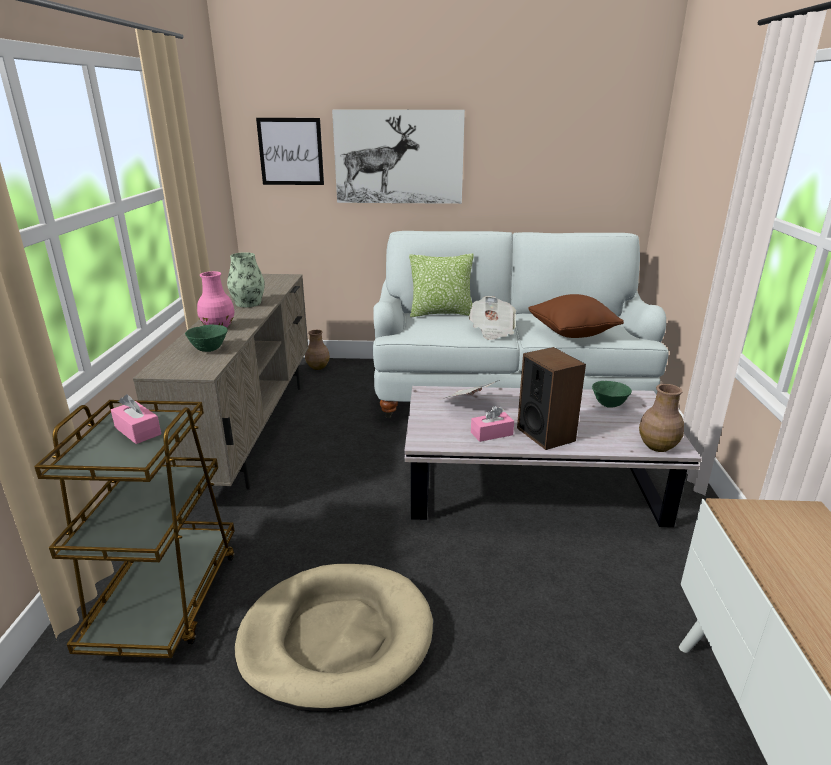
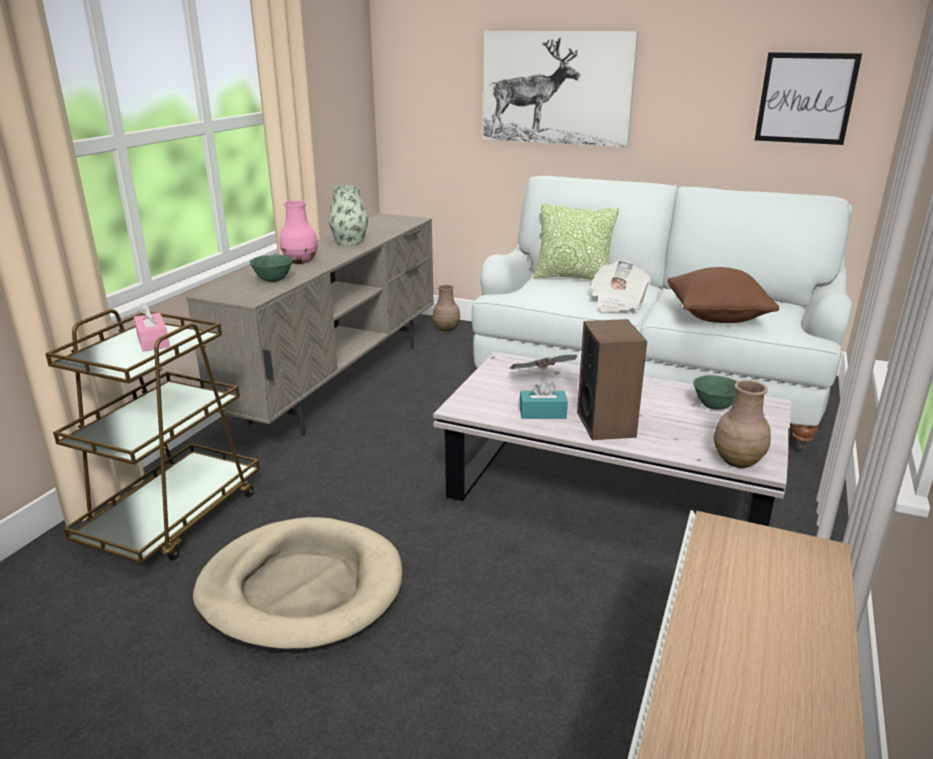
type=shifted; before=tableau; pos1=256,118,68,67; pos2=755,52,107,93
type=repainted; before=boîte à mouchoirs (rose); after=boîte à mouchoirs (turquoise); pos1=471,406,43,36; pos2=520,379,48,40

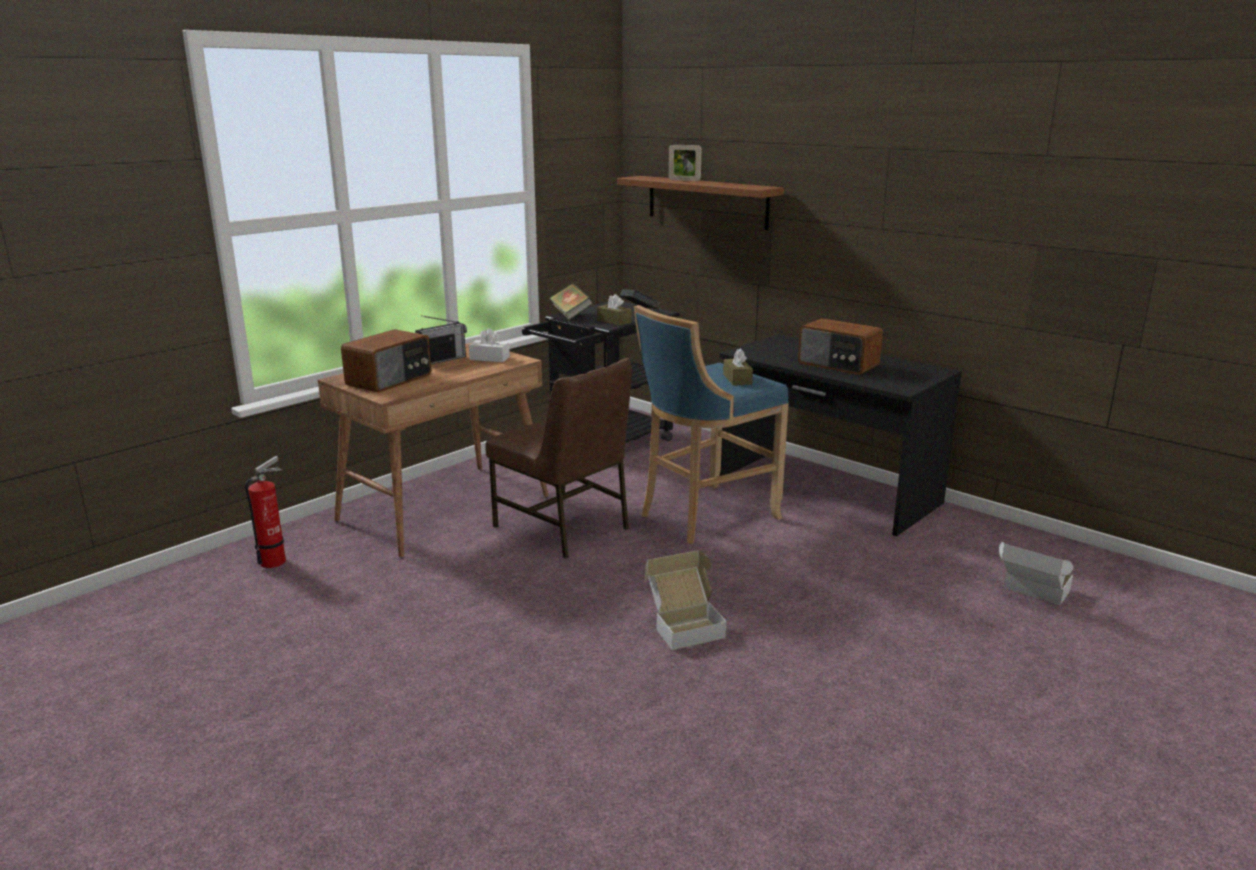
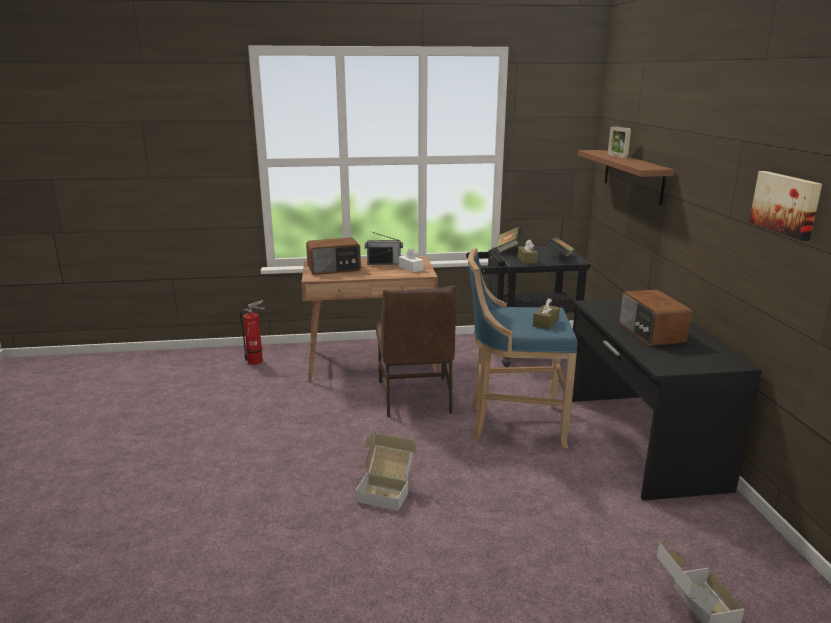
type=new; after=tableau; pos2=749,171,73,70

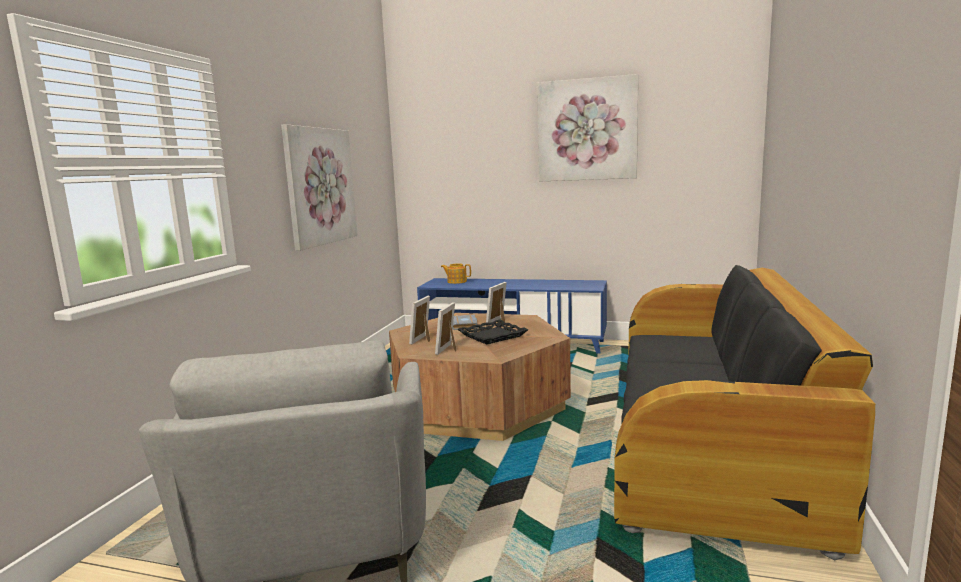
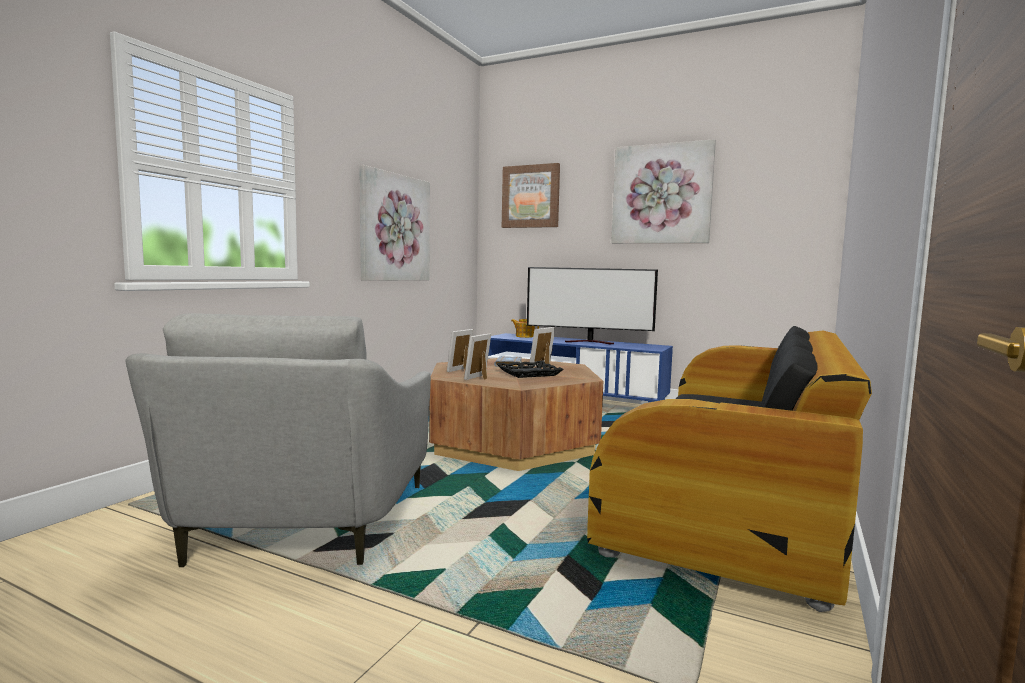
type=new; after=tableau; pos2=502,163,58,65
type=new; after=téléviseur; pos2=527,267,131,77

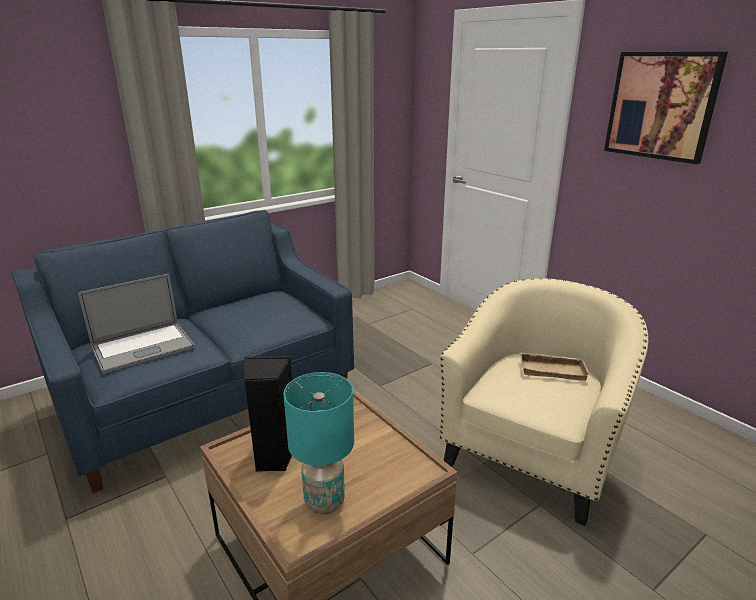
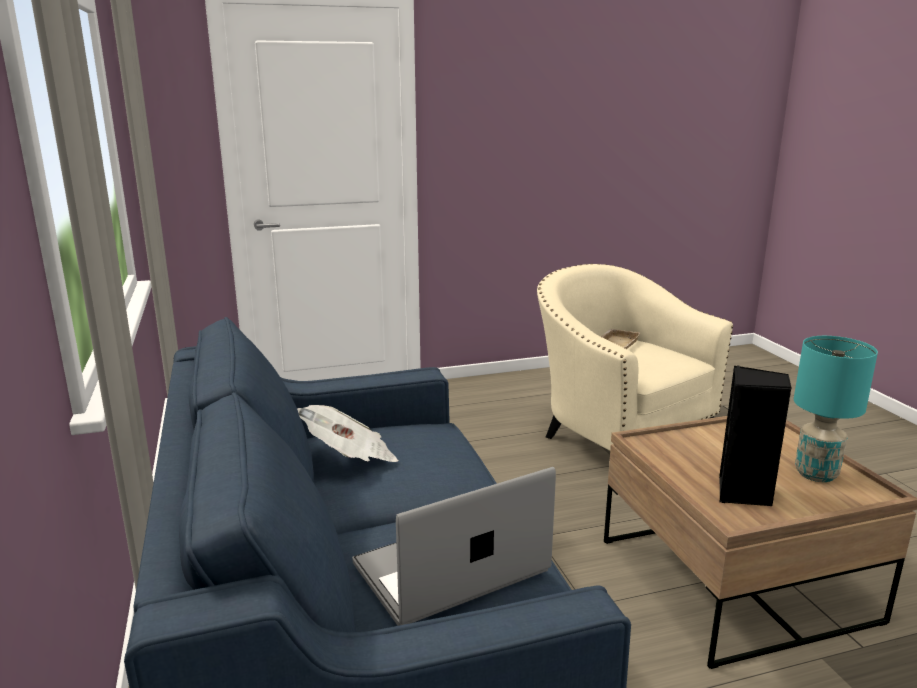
type=gone; before=tableau; pos1=604,52,124,112
type=new; after=journal; pos2=297,405,102,57
type=rotated; before=ordinateur portable; pos1=78,274,117,99; pos2=352,467,204,159; turn=-105

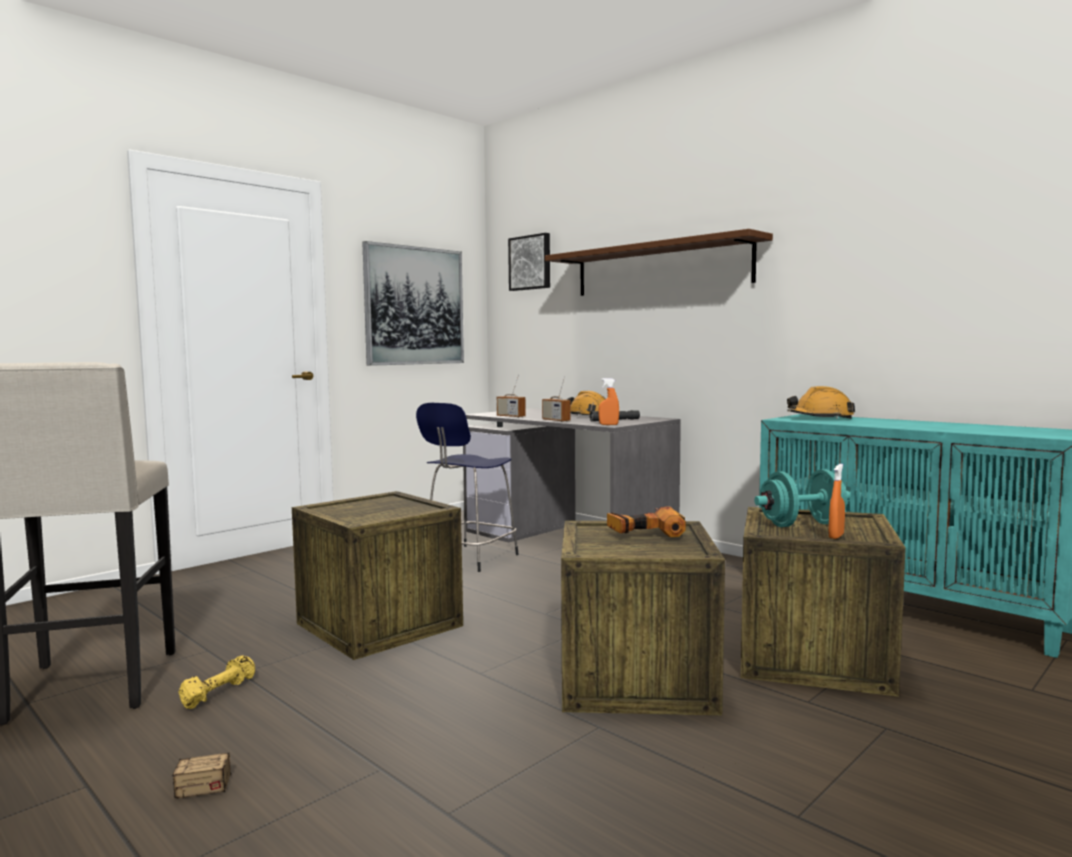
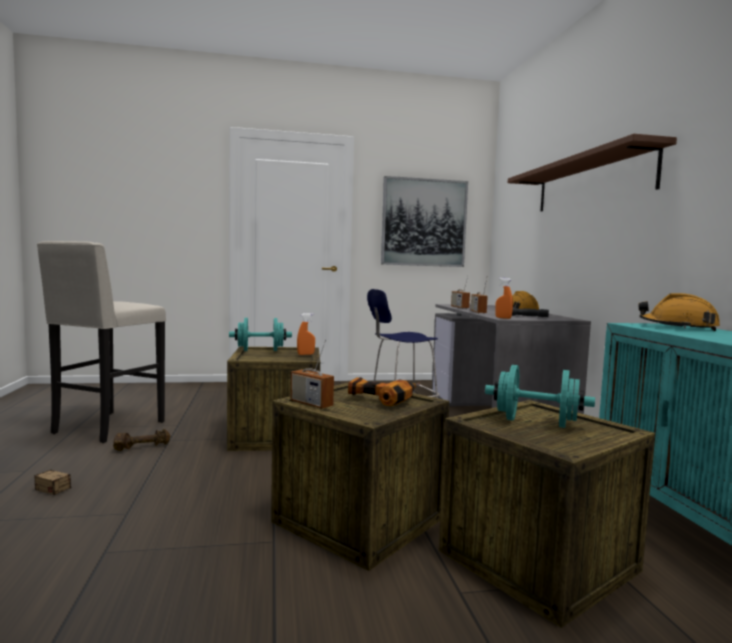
type=gone; before=tableau; pos1=508,233,42,58
type=new; after=haltère (turquoise); pos2=229,318,63,33
type=new; after=radio; pos2=290,339,44,70
type=shifted; before=vaporisateur (orange); pos1=829,464,16,75; pos2=297,313,18,42
type=repainted; before=haltère (jaune); after=haltère (marron); pos1=178,655,77,54; pos2=113,429,57,22

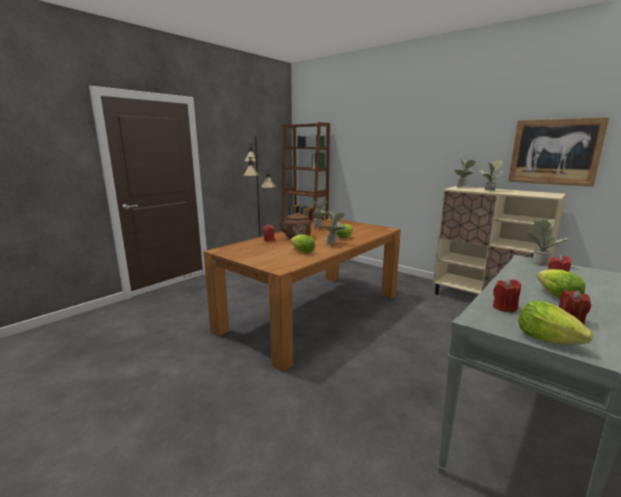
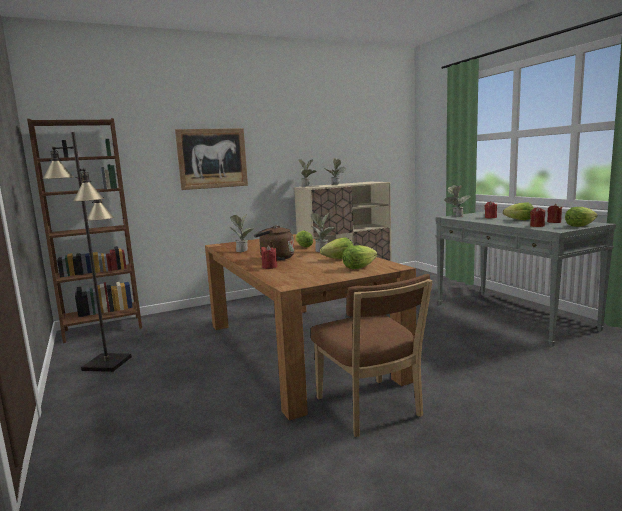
type=new; after=chaise (marron); pos2=311,274,122,163
type=new; after=laitue; pos2=342,245,35,24
type=shifted; before=tableau; pos1=508,117,101,70; pos2=175,128,73,62

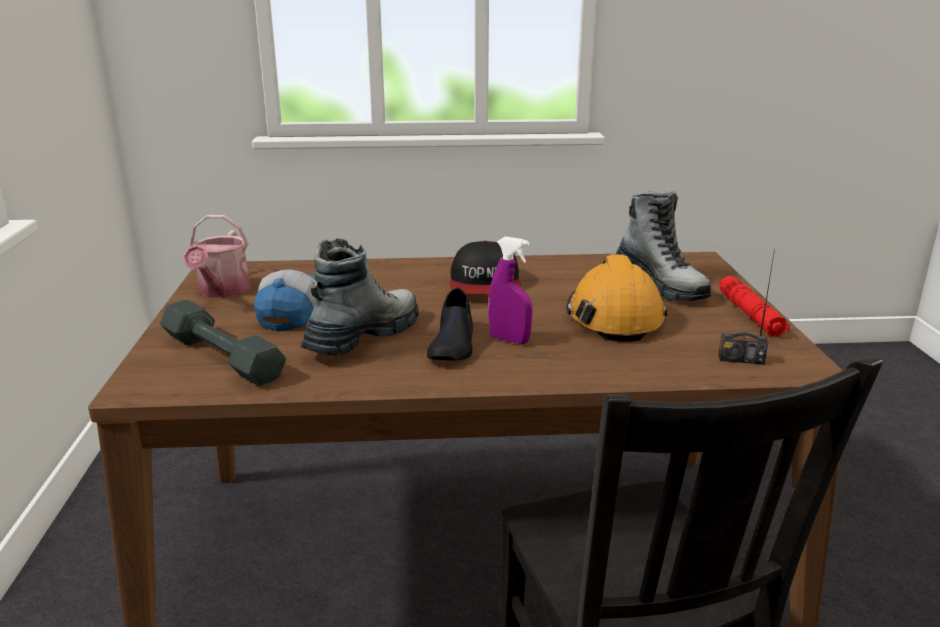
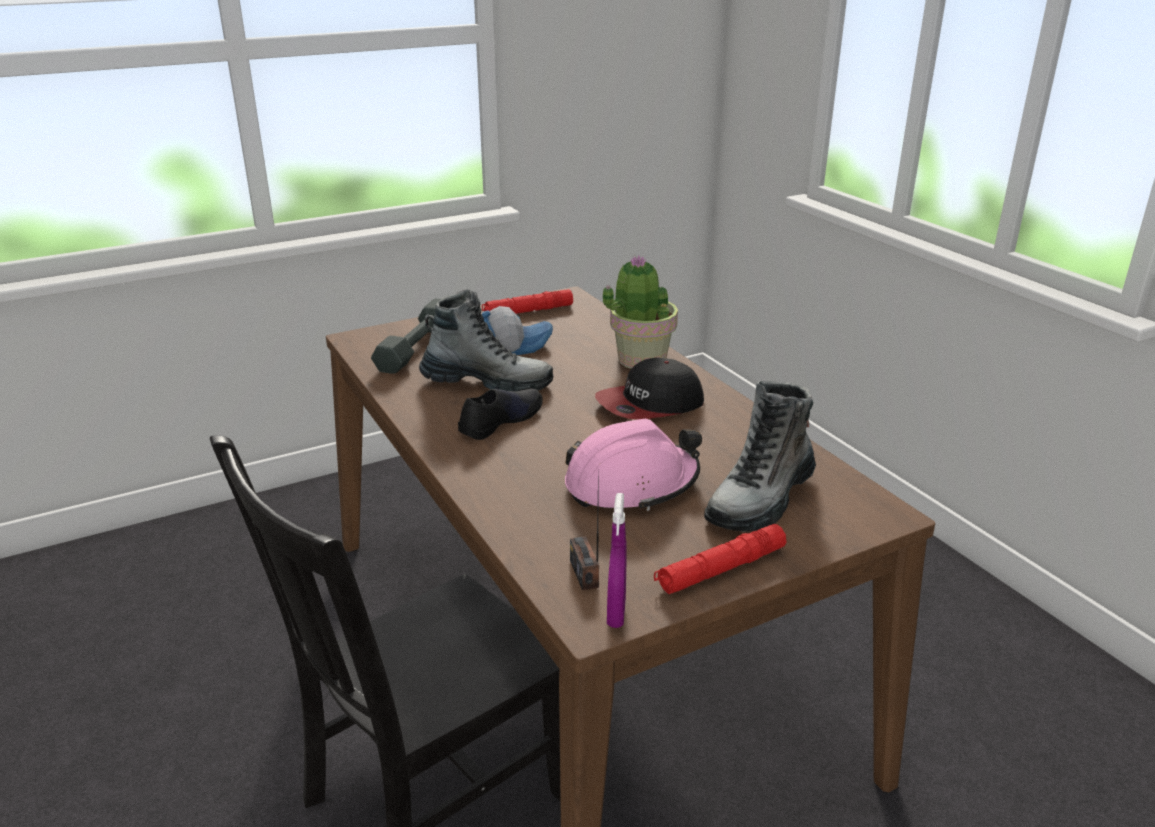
type=new; after=plante en pot; pos2=603,255,75,114
type=shifted; before=vaporisateur (violet); pos1=488,236,45,108; pos2=607,493,20,135
type=swapped; before=arrosoir; after=lampe de poche (rouge); pos1=183,215,68,82; pos2=482,289,91,25
type=repainted; before=casque de chantier (orange); after=casque de chantier (rose); pos1=566,254,101,88; pos2=565,418,137,93
type=rotated; before=chaussure (noir); pos1=427,287,46,73; pos2=458,388,85,52; turn=150

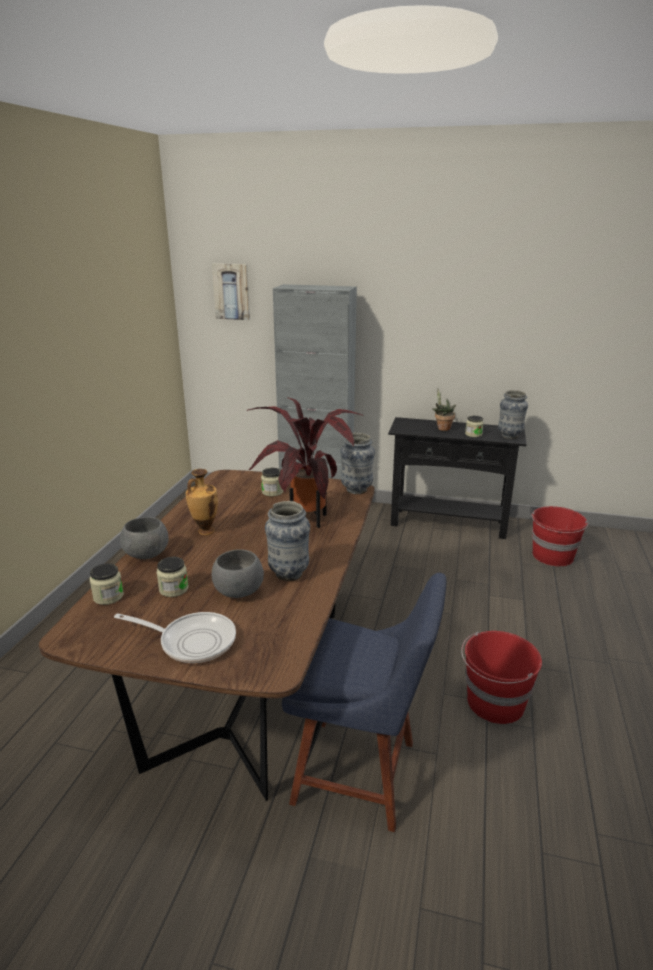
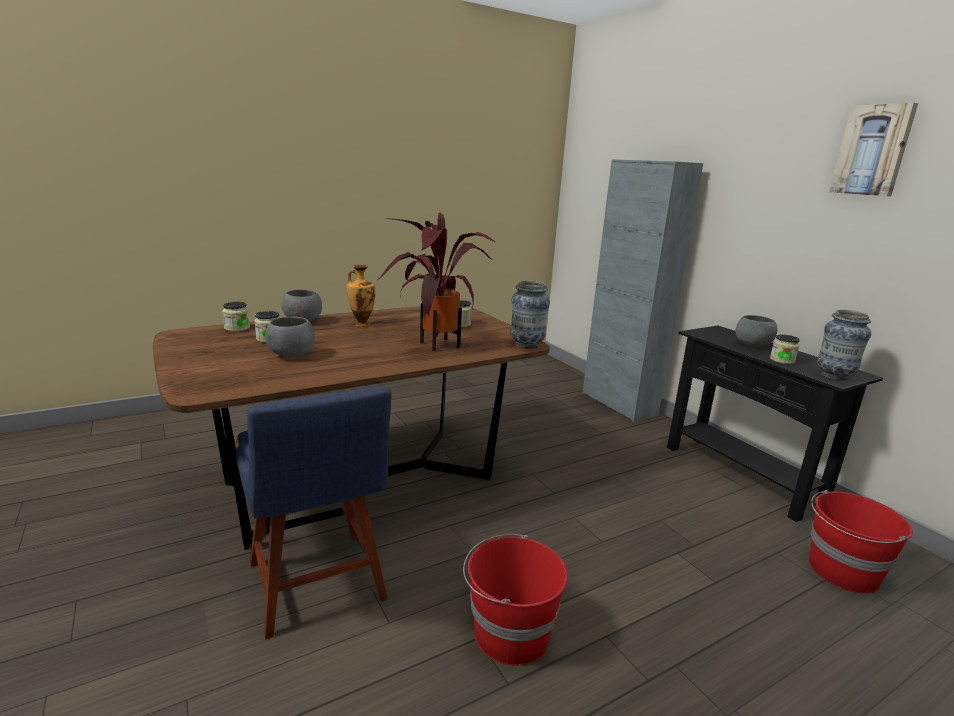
type=gone; before=poêle; pos1=114,612,122,51
type=gone; before=vase; pos1=265,501,45,80
type=shifted; before=tableau; pos1=212,263,38,57; pos2=829,103,89,93
type=swapped; before=plante en pot; after=bol (gris); pos1=432,388,24,43; pos2=735,315,43,32

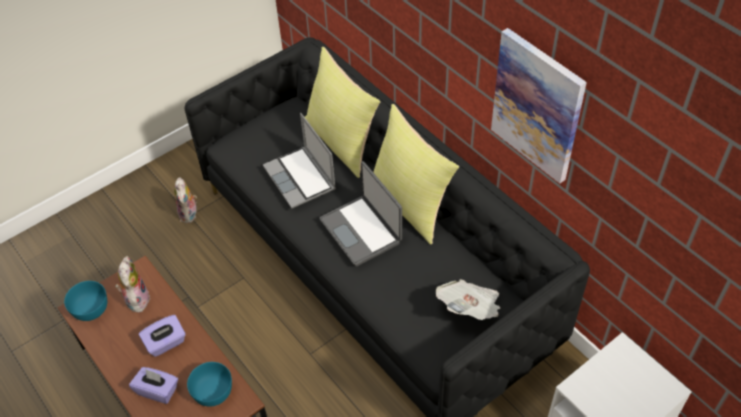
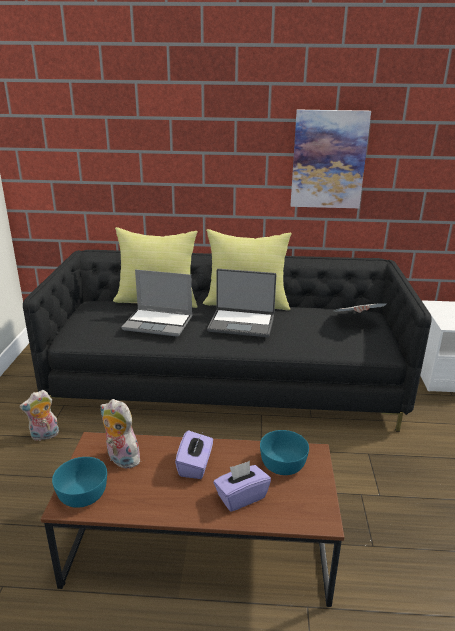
type=rotated; before=peluche; pos1=174,177,23,46; pos2=19,390,40,51; turn=120

